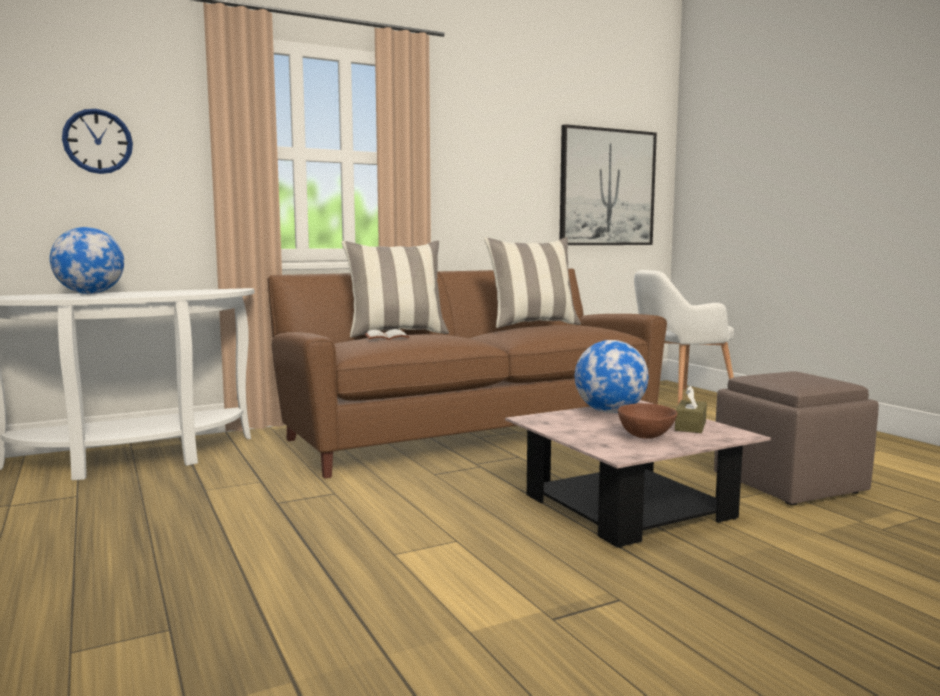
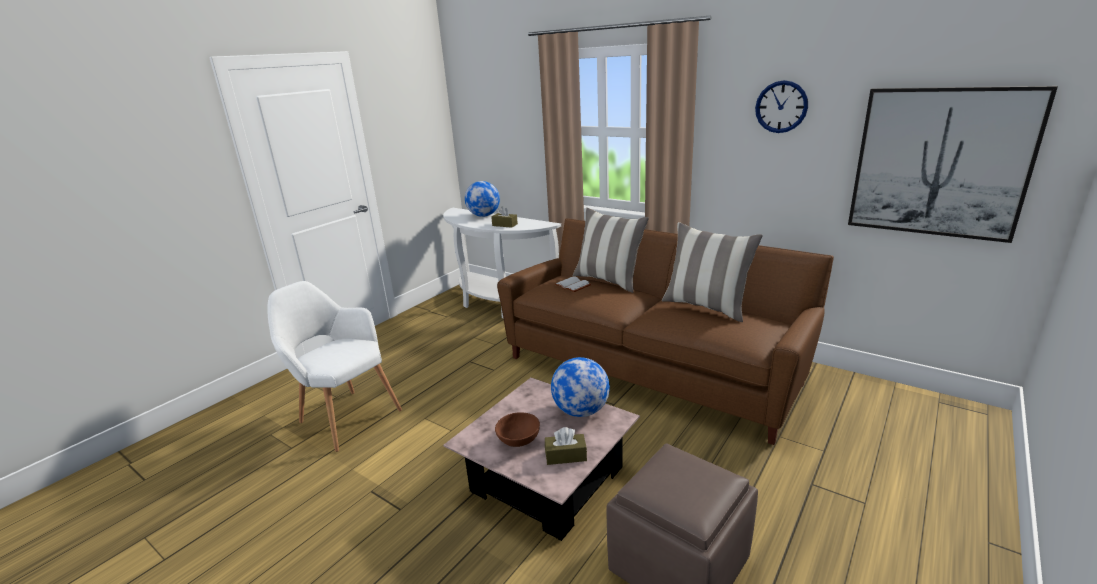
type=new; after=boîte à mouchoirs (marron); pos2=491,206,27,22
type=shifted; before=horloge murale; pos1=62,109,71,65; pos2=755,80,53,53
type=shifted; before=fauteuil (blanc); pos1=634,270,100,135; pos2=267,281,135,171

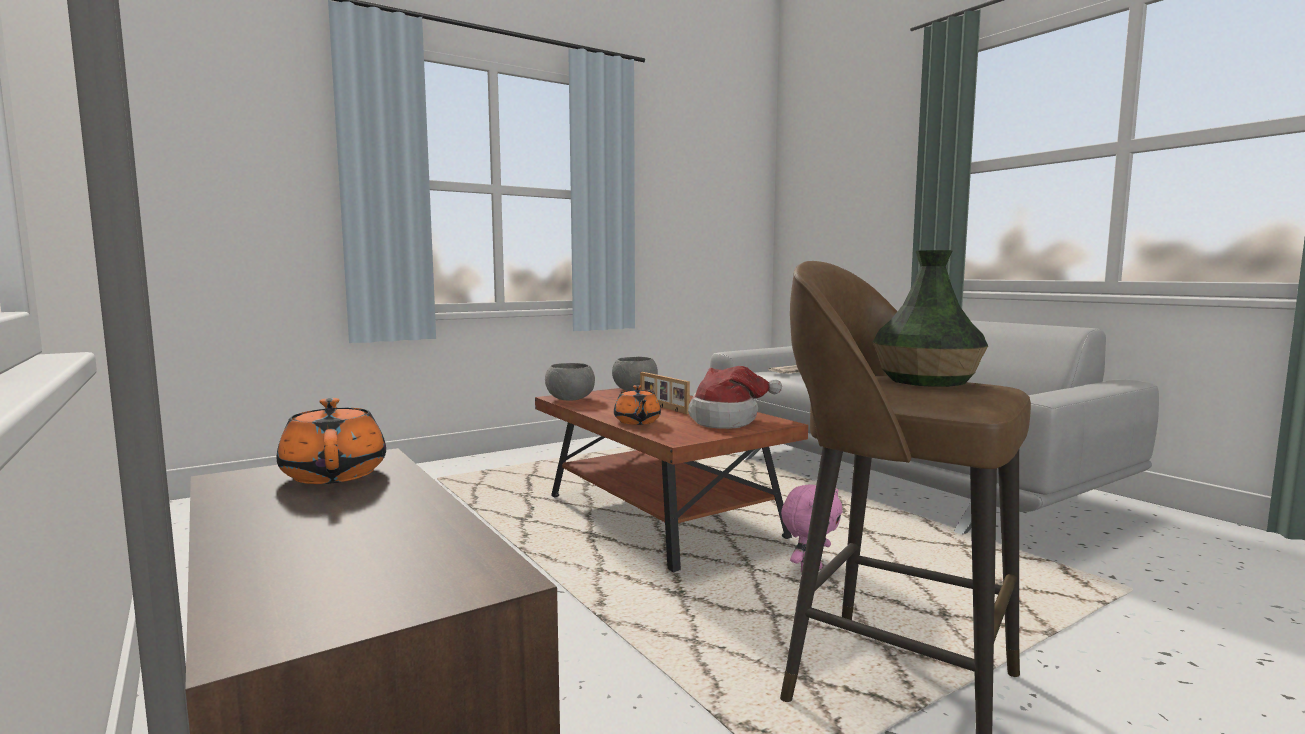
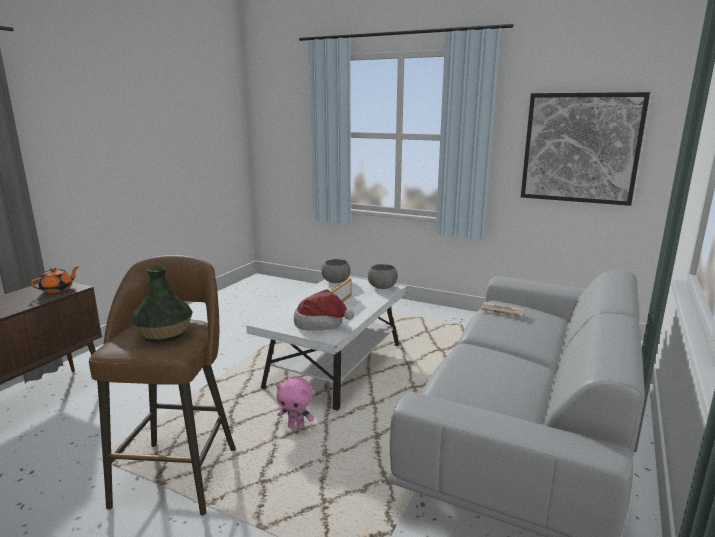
type=gone; before=théière (orange); pos1=614,385,47,40
type=new; after=tableau; pos2=521,92,129,114
type=repainted; before=table basse (marron); after=table basse (blanc); pos1=535,388,273,184; pos2=246,277,161,134

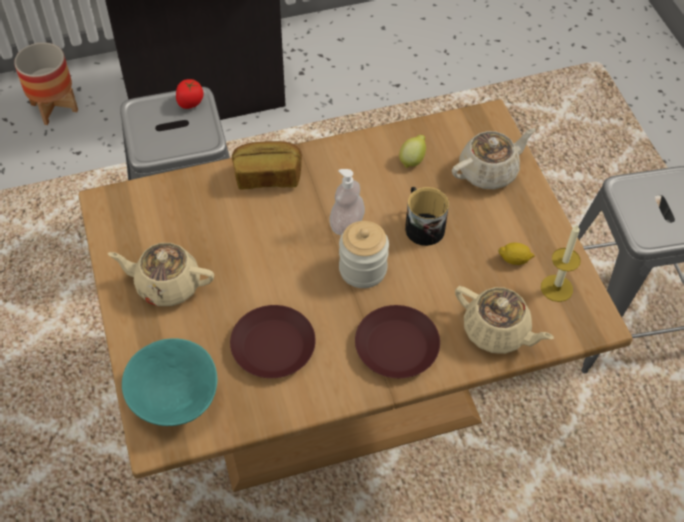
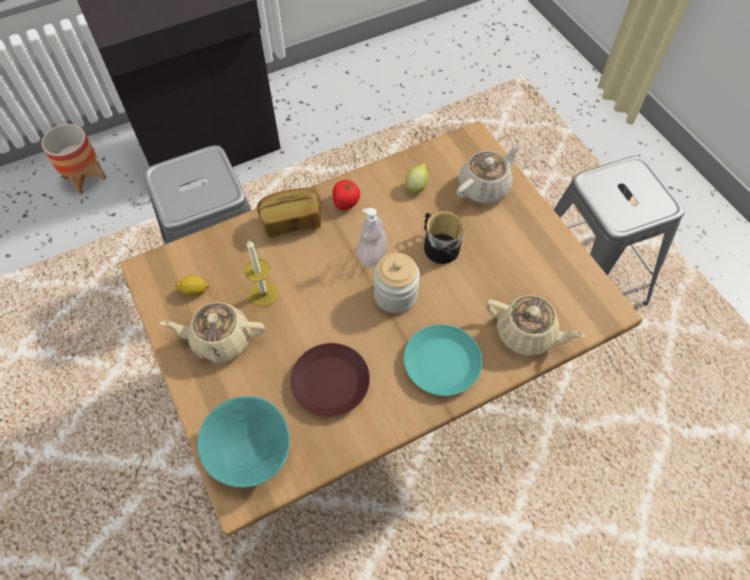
type=shifted; before=tomate; pos1=176,79,28,30; pos2=332,180,28,30
type=shifted; before=citron; pos1=498,243,37,22; pos2=175,276,35,20
type=shifted; before=bougie; pos1=541,224,40,78; pos2=244,240,35,67
type=repainted; before=assiette (marron); after=assiette (turquoise); pos1=355,305,85,73; pos2=404,324,78,72

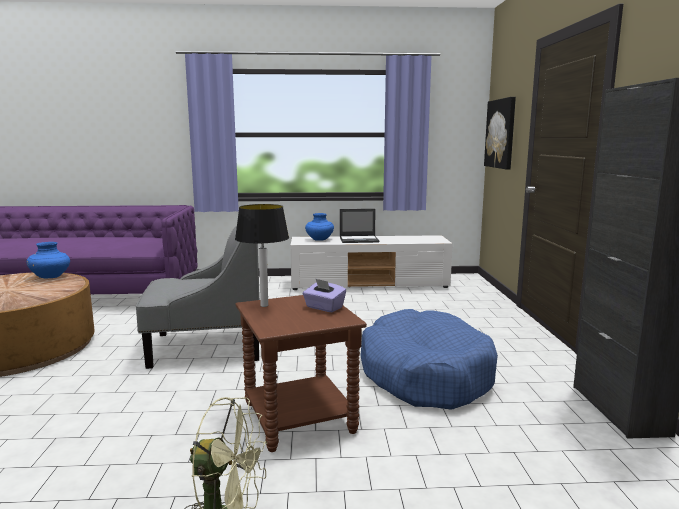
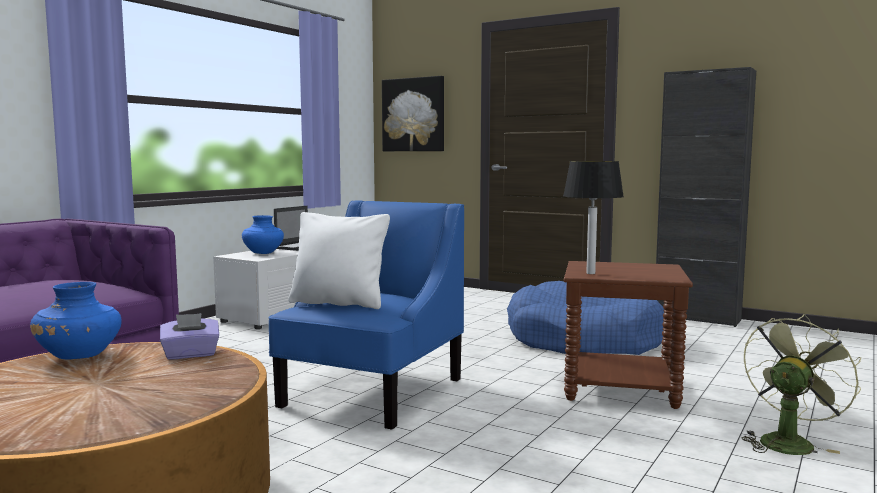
type=new; after=coussin (blanc); pos2=288,212,102,97
type=shifted; before=boîte à mouchoirs (violet); pos1=303,278,43,34; pos2=160,313,59,46
type=repainted; before=fauteuil (gris); after=fauteuil (bleu); pos1=136,226,124,143; pos2=268,200,196,230

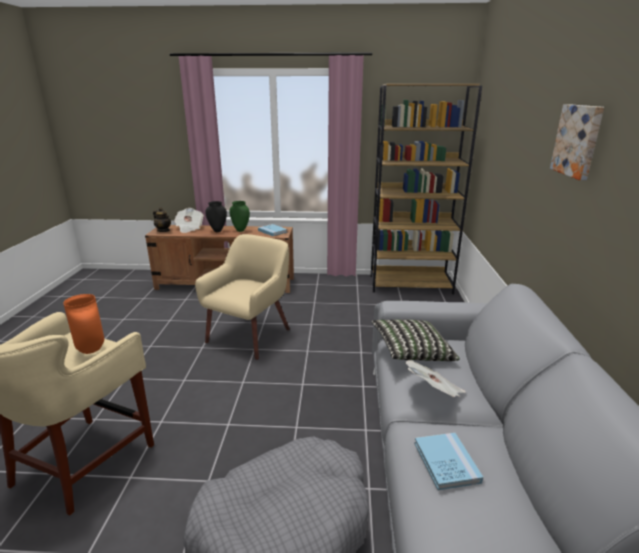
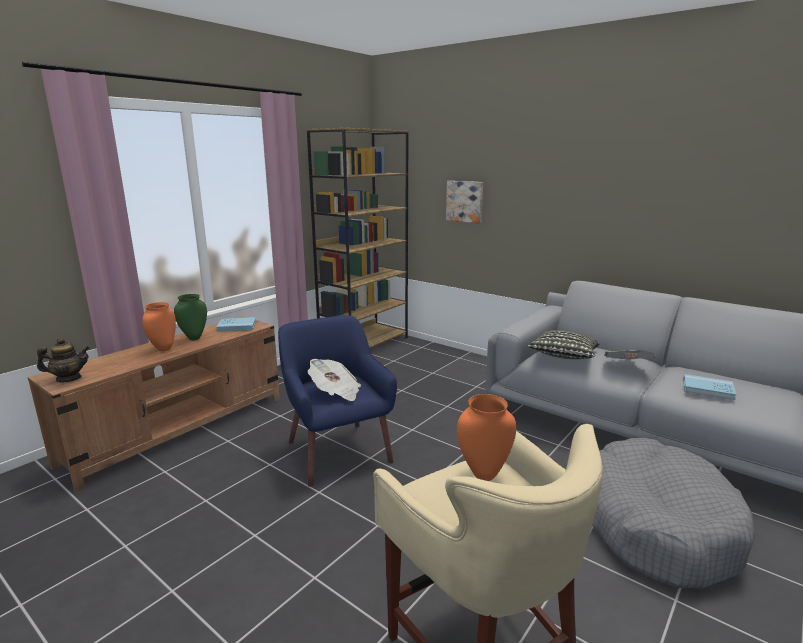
type=shifted; before=journal; pos1=174,208,30,25; pos2=308,359,53,42
type=shifted; before=tableau; pos1=550,104,54,76; pos2=446,181,37,42
type=repainted; before=fauteuil (beige); after=fauteuil (bleu); pos1=195,234,95,126; pos2=278,315,119,172
type=repainted; before=vase (noir); after=vase (orange); pos1=205,201,22,31; pos2=142,302,34,49

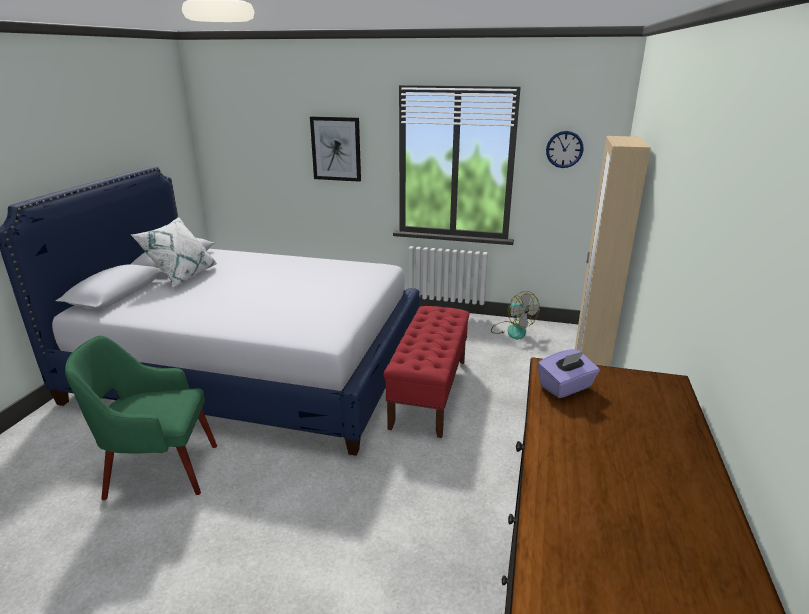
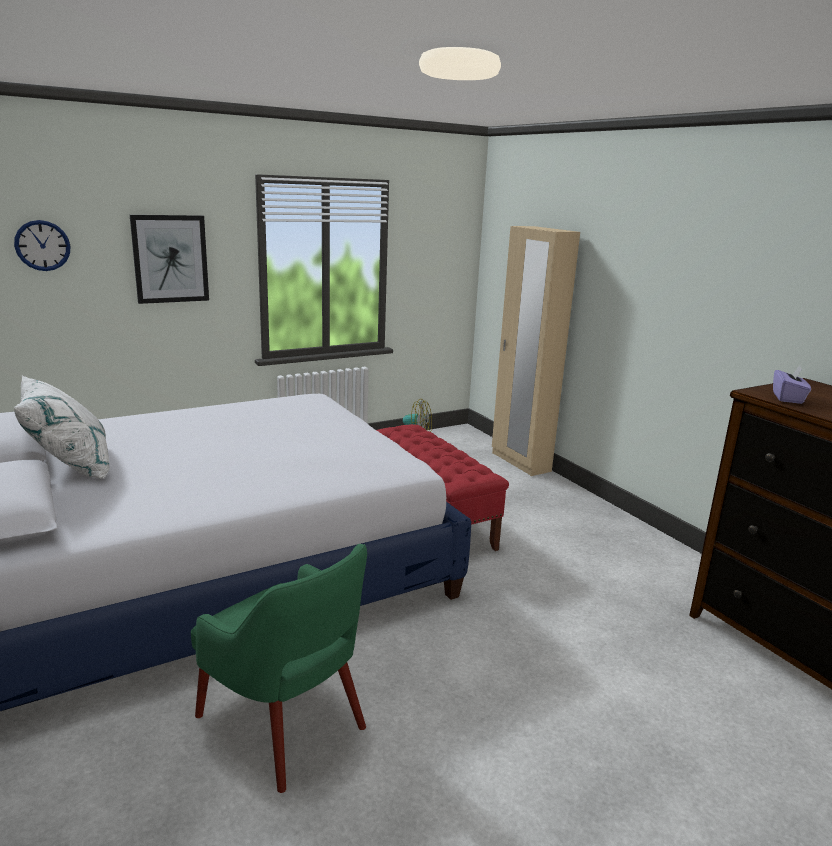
type=shifted; before=horloge murale; pos1=546,131,37,37; pos2=14,220,56,51
type=rotated; before=fauteuil (vert); pos1=65,336,152,164; pos2=191,544,176,249; turn=-90

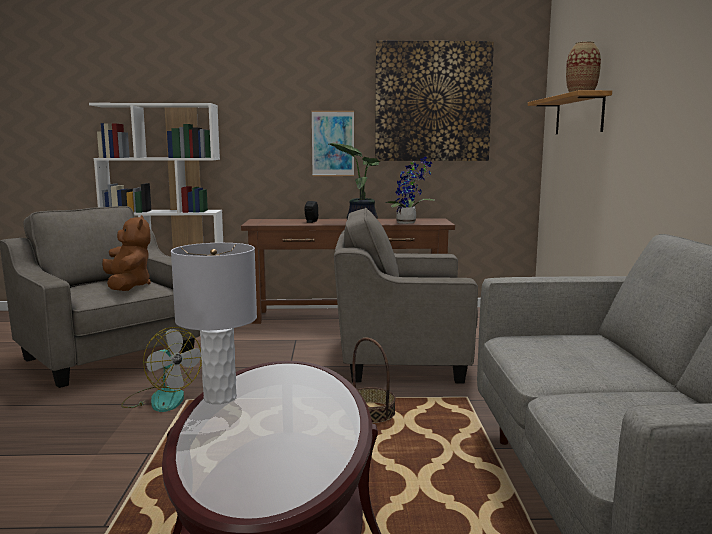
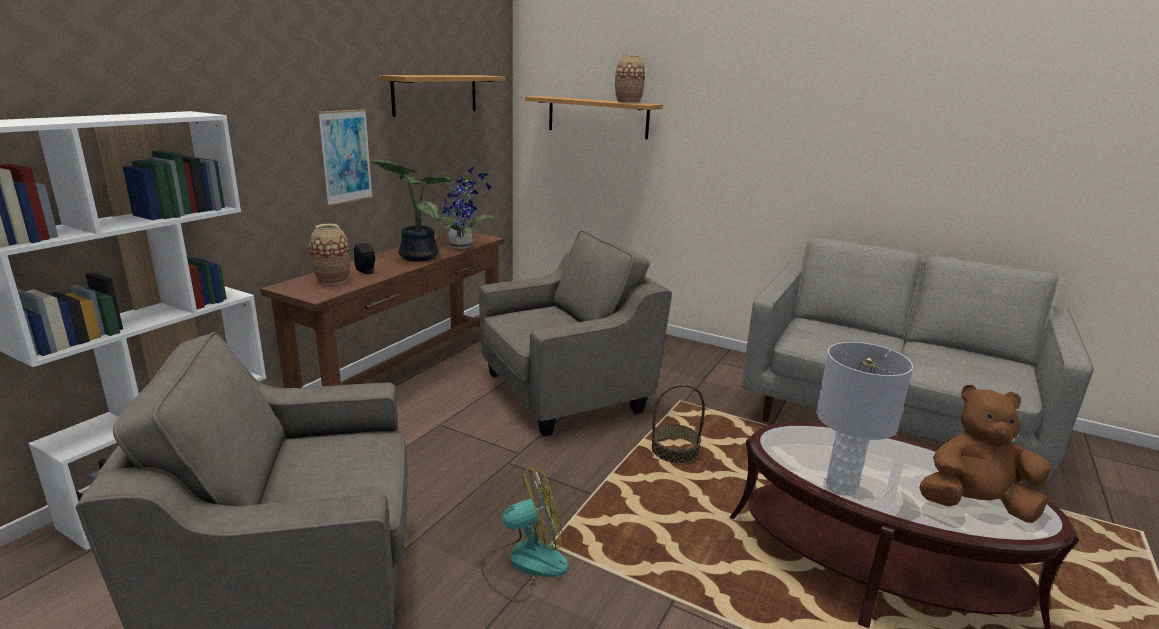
type=new; after=vase; pos2=309,224,41,61
type=shifted; before=peluche (marron); pos1=102,215,49,76; pos2=919,384,133,139
type=swapped; before=tableau; after=étagère; pos1=375,41,119,120; pos2=379,75,127,42
type=rotated; before=fauteuil (gris); pos1=334,208,144,175; pos2=479,230,193,206; turn=-150

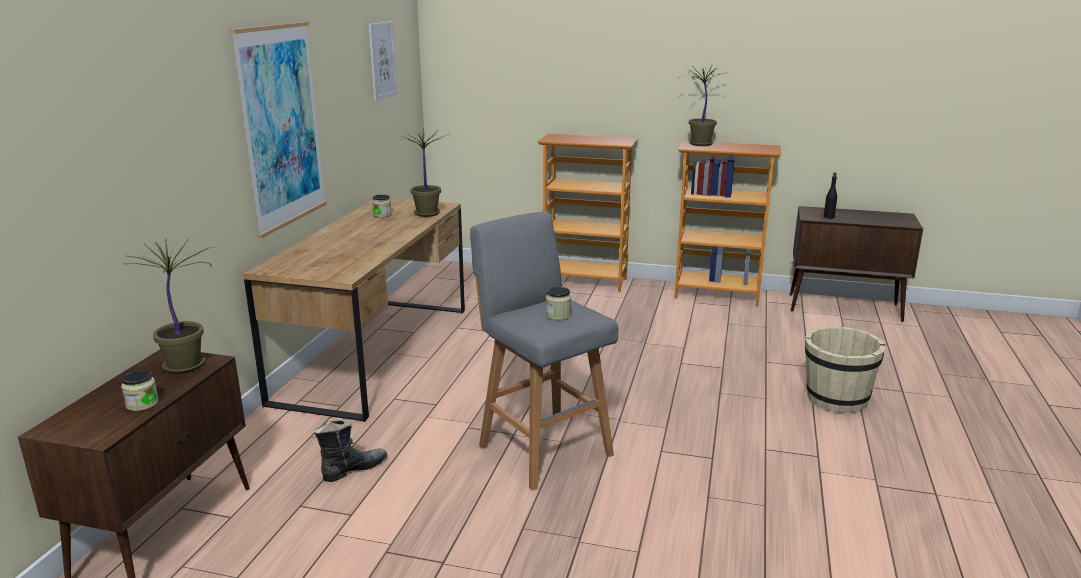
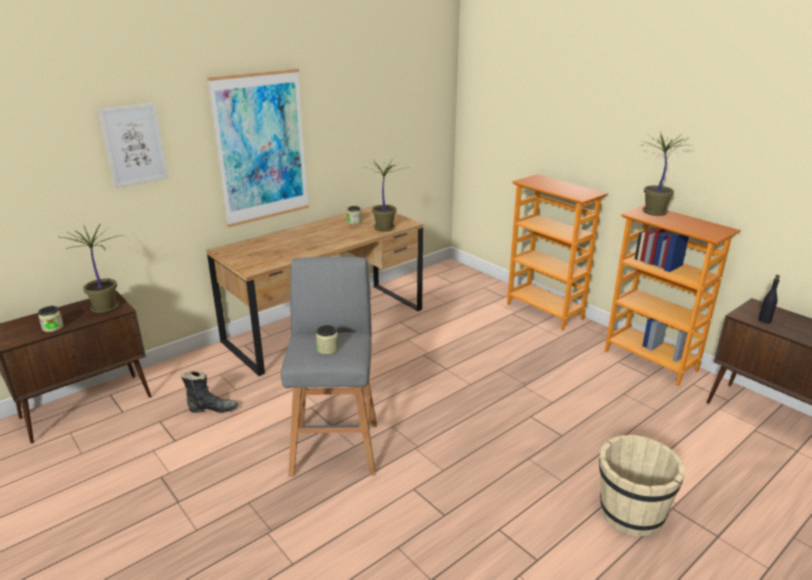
type=shifted; before=tableau; pos1=369,21,28,80; pos2=98,103,70,85

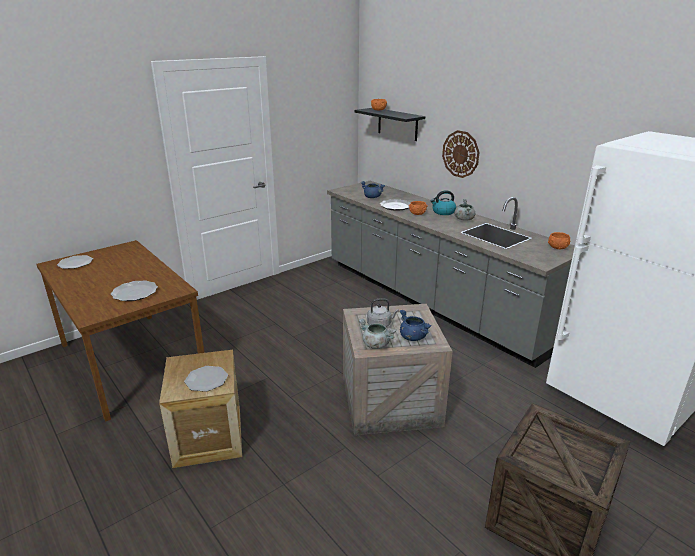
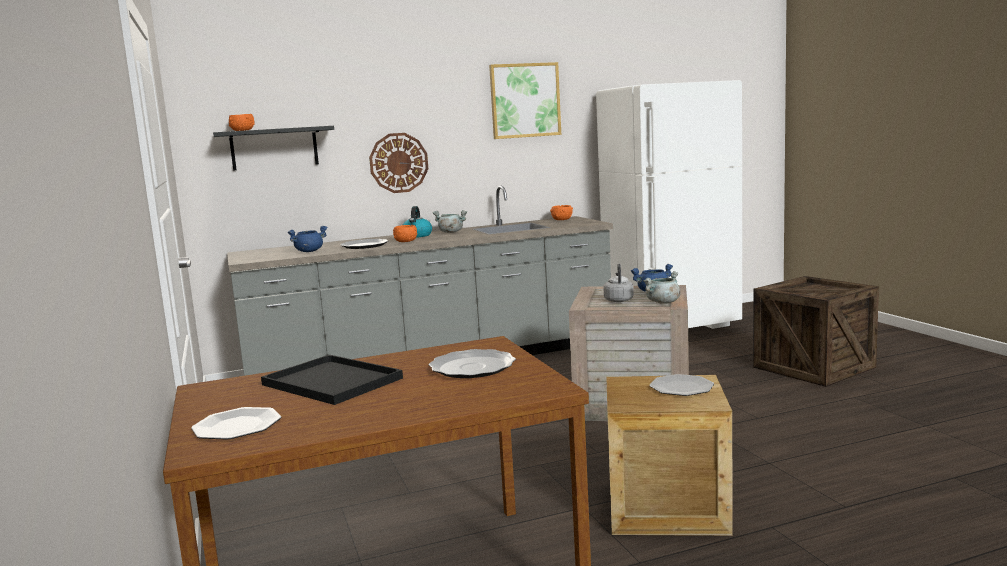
type=new; after=plateau (noir); pos2=261,355,142,50
type=new; after=tableau; pos2=489,62,72,77

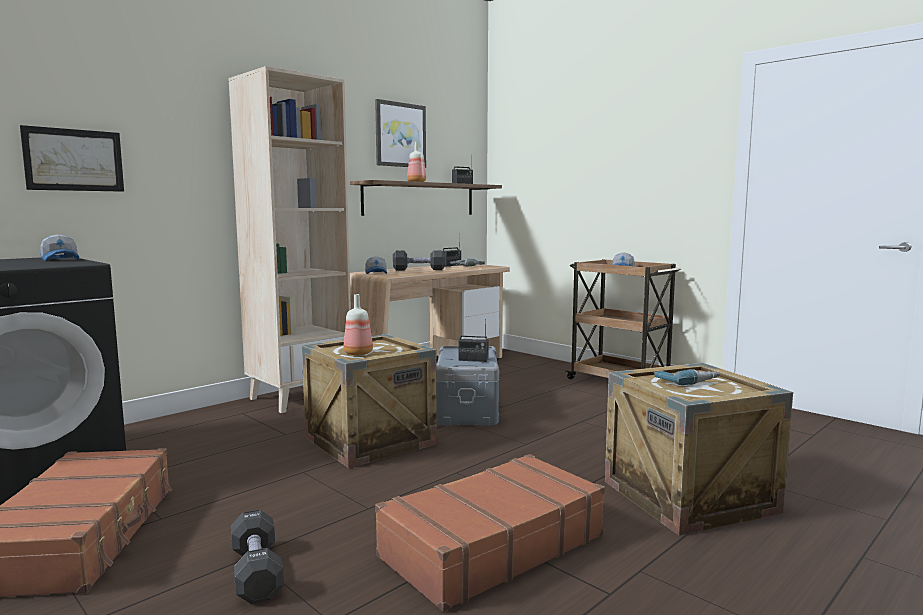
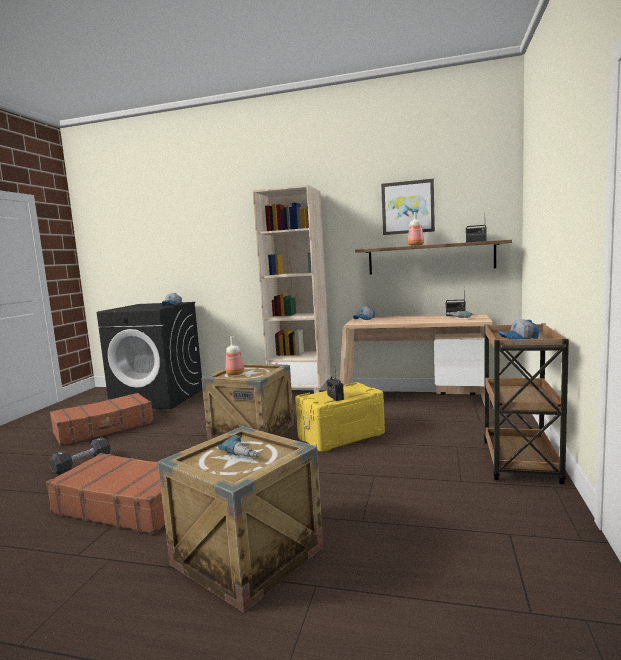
type=gone; before=tableau; pos1=20,125,104,67
type=gone; before=haltère (noir); pos1=393,250,52,20
type=repainted; before=boîte de rangement (gris); after=boîte de rangement (jaune); pos1=436,346,64,80; pos2=295,382,90,70

